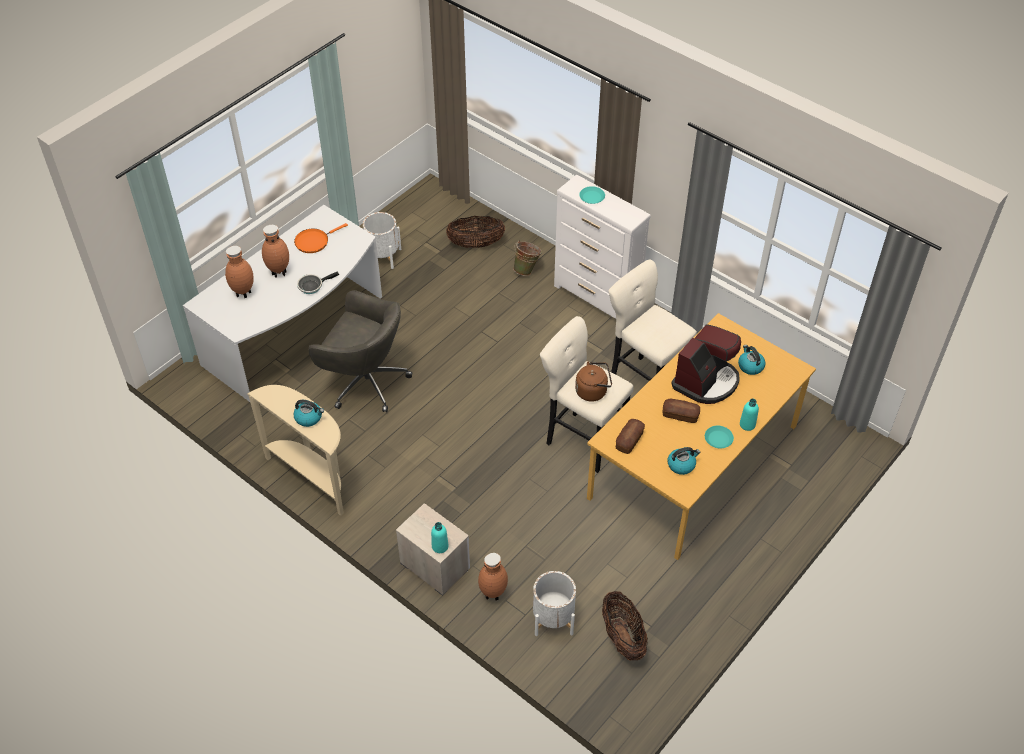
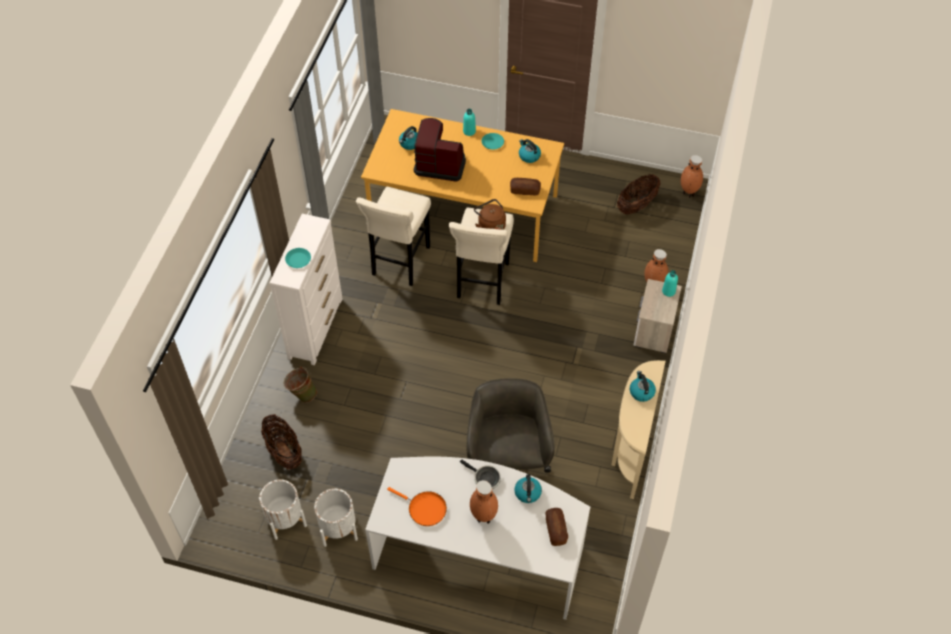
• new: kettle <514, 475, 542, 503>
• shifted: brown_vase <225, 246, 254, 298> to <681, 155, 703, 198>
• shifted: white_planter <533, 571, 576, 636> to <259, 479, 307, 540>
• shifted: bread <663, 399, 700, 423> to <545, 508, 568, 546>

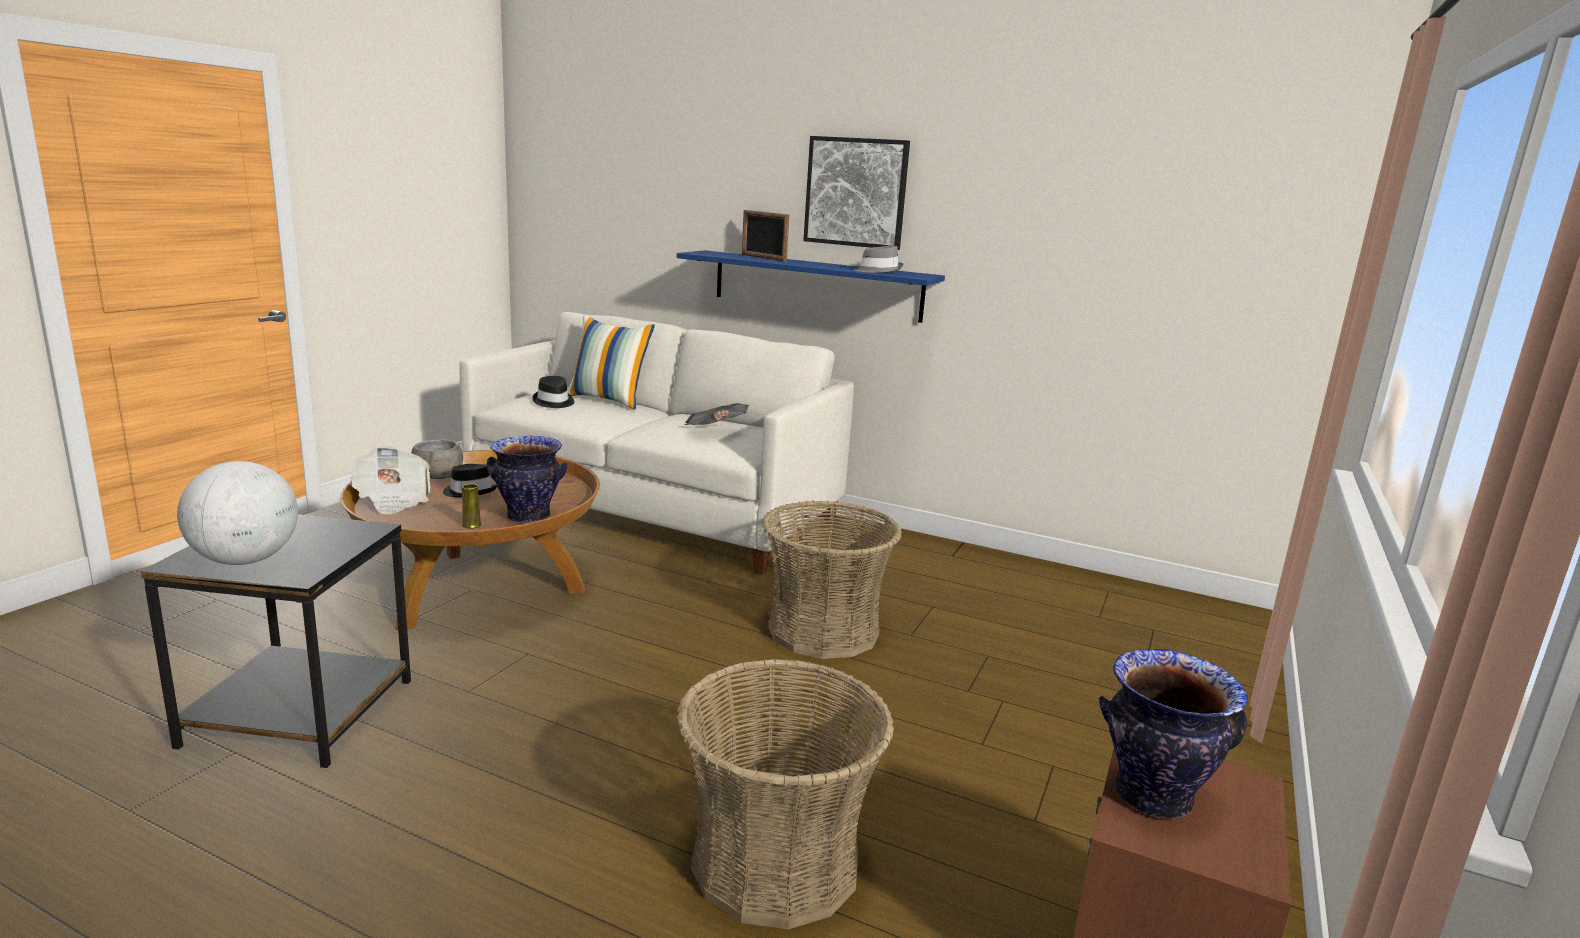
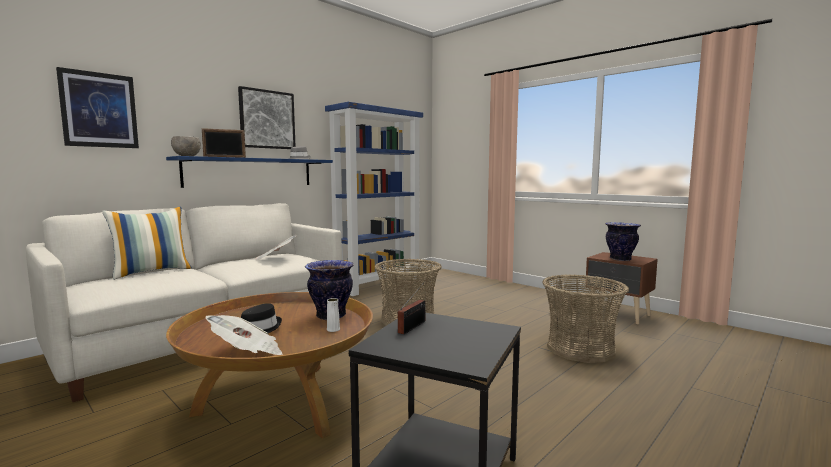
• gone: globe <177, 461, 298, 565>
• gone: black_hat <532, 376, 574, 408>
• new: picture <56, 67, 139, 148>
• new: blue_bookcase <325, 102, 423, 296>
• new: radio <398, 283, 425, 334>
• shifted: grey_bowl <411, 439, 463, 479> to <171, 136, 201, 156>
• repainted: yellow_vase <462, 484, 481, 529> to white_vase <327, 298, 340, 332>

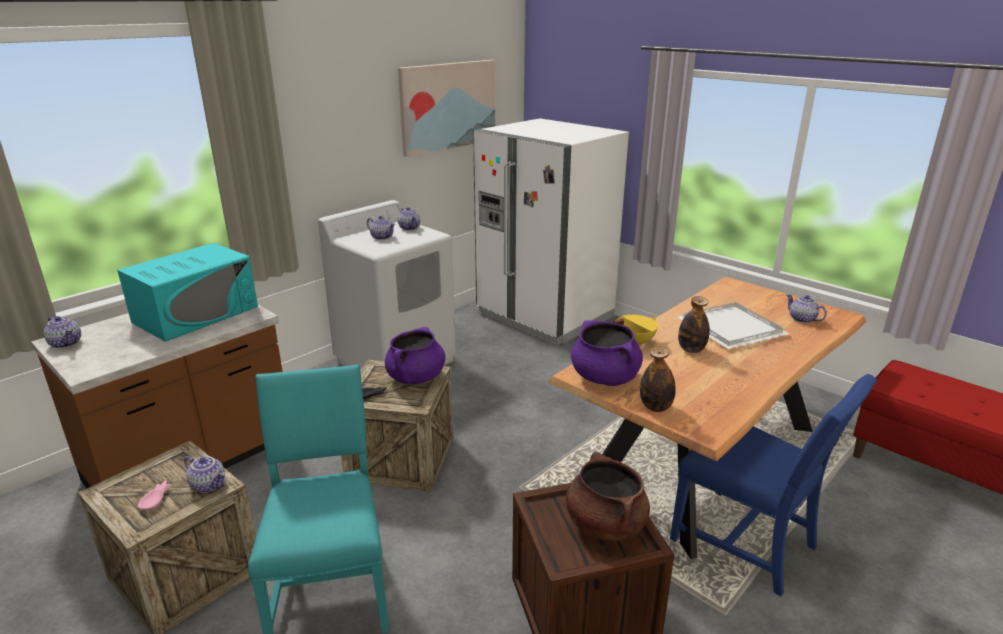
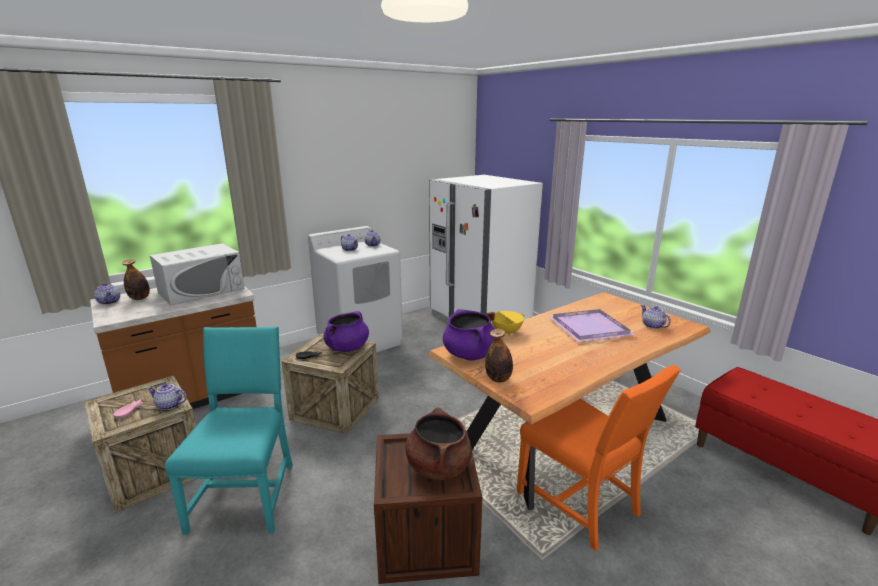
• gone: picture <398, 60, 495, 157>
• shifted: bottle <678, 296, 710, 353> to <122, 259, 150, 300>
• repainted: turquoise_microwave <117, 243, 258, 342> to white_microwave <150, 243, 245, 305>
• repainted: blue_chair <670, 374, 877, 596> to orange_chair <517, 365, 681, 551>
• repainted: white_tray <678, 302, 789, 349> to purple_tray <549, 309, 635, 342>
• rotated: teapot <184, 456, 225, 493> = <147, 383, 187, 410> 150 degrees clockwise

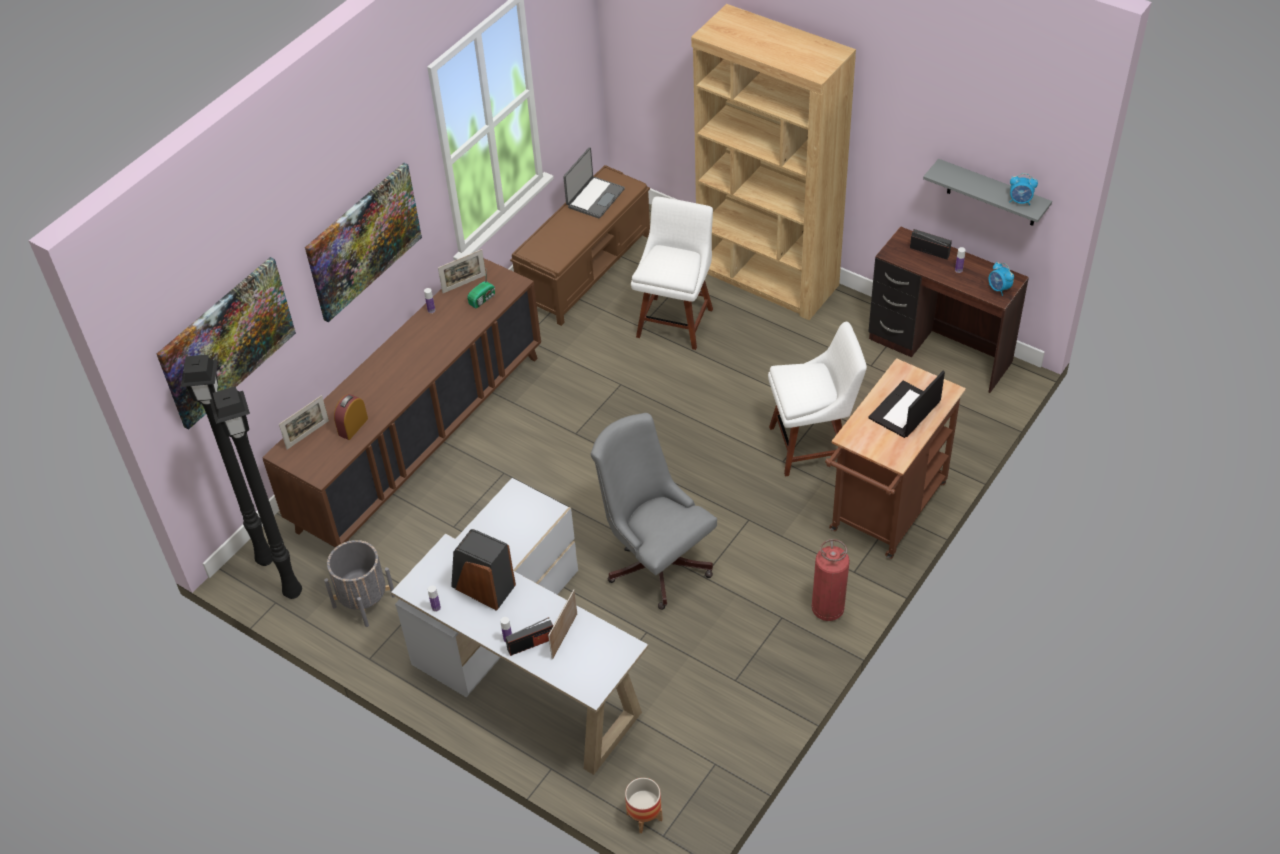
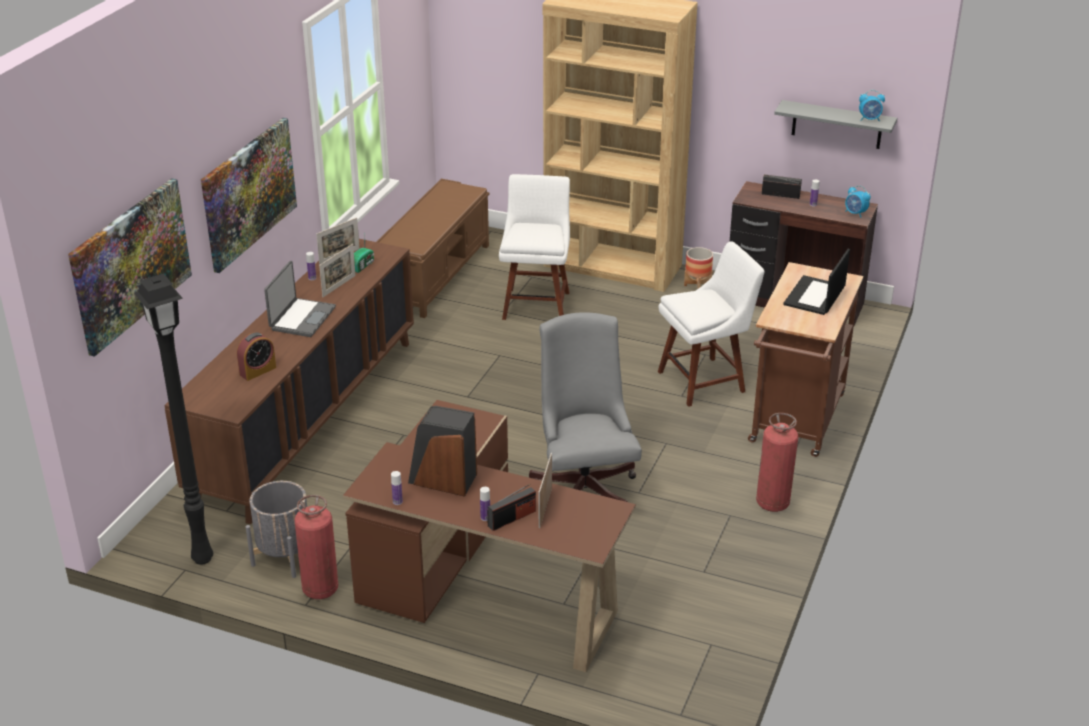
• gone: black_floor_lamp <181, 354, 273, 566>
• new: fire_extinguisher <294, 495, 338, 599>
• shifted: picture_frame <279, 395, 329, 449> to <319, 244, 356, 297>
• shifted: laptop <563, 147, 625, 219> to <264, 261, 336, 337>
• shifted: planter <625, 778, 663, 833> to <684, 247, 713, 289>
• repainted: white_desk <391, 478, 648, 775> to brown_desk <343, 400, 636, 672>
• rotated: alarm_clock <334, 394, 368, 440> = <237, 332, 276, 381> 150 degrees counterclockwise
• rotated: grey_office_chair <591, 413, 717, 610> = <529, 313, 642, 502> 45 degrees clockwise

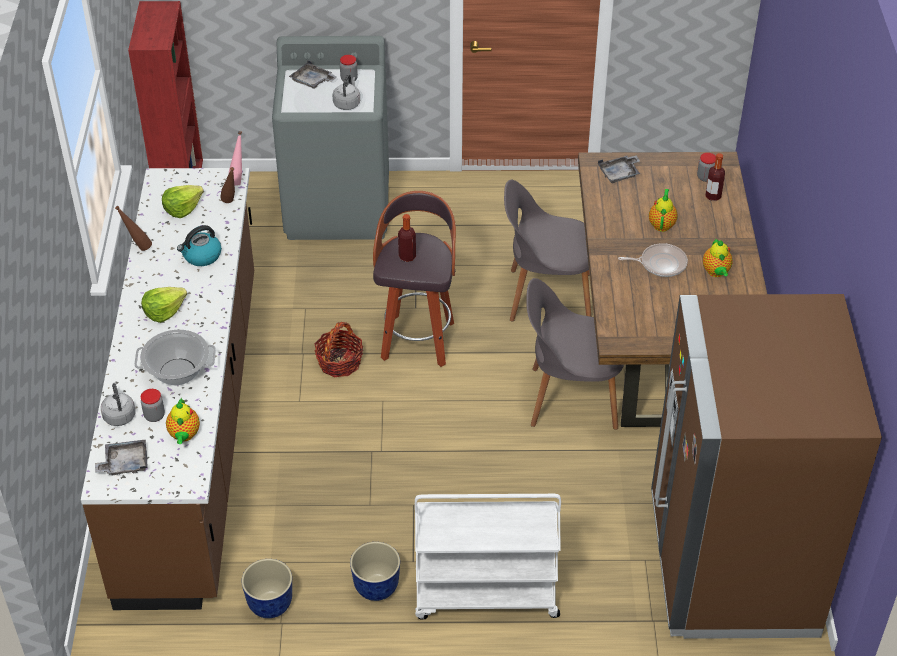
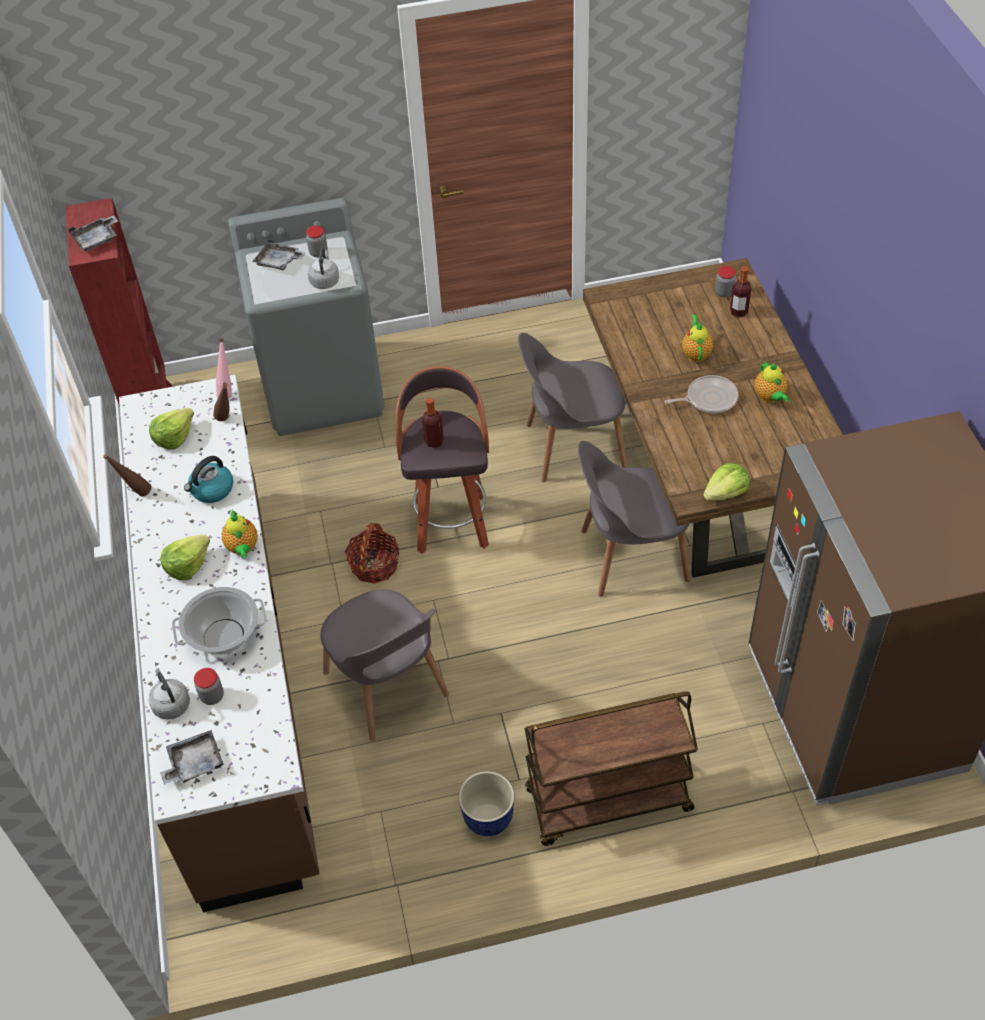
• gone: planter <241, 559, 292, 618>
• new: grey_chair <321, 589, 449, 741>
• new: lettuce <703, 463, 750, 500>
• shifted: teapot <166, 398, 200, 444> to <222, 510, 258, 558>
• shifted: grey_tray <598, 155, 641, 183> to <68, 216, 118, 252>
• repainted: white_cart <415, 494, 561, 620> to brown_cart <524, 691, 698, 846>

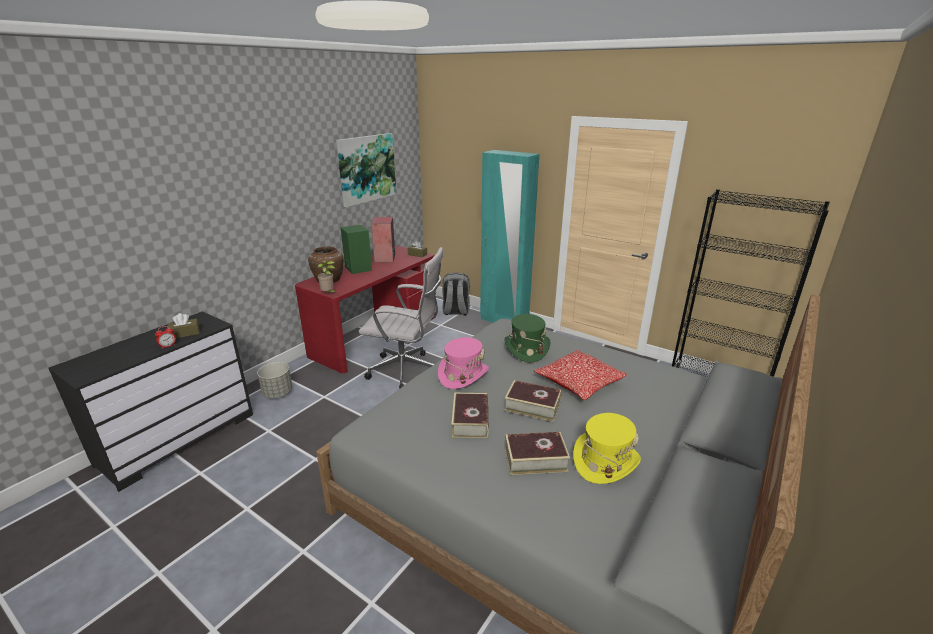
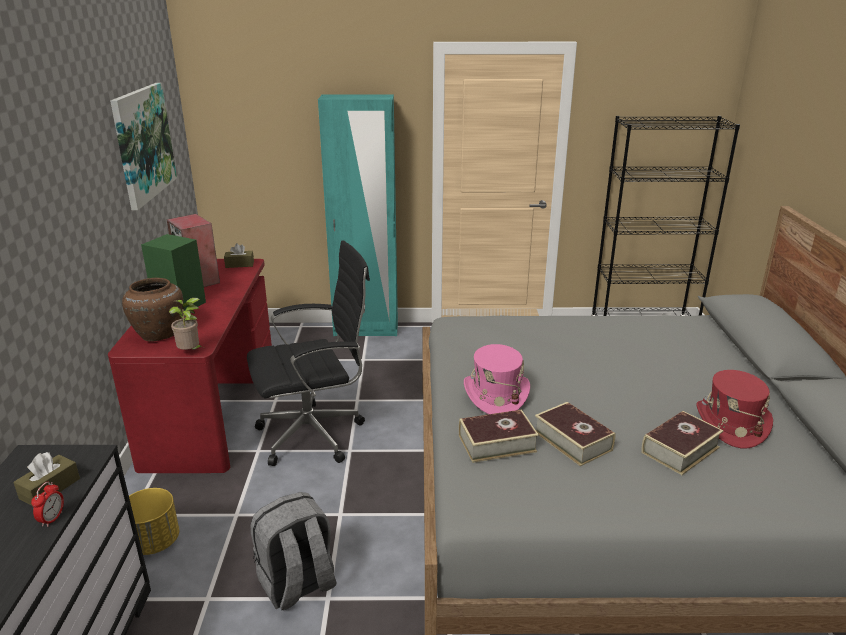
• gone: green_hat <504, 314, 551, 362>
• gone: pillow <534, 350, 627, 400>
• shifted: grey_backpack <442, 272, 470, 316> to <250, 492, 337, 610>
• shifted: book <504, 380, 562, 422> to <459, 410, 539, 463>
• repainted: grey_planter <257, 362, 293, 398> to yellow_planter <129, 488, 179, 555>
• repainted: white_office_chair <359, 247, 444, 388> to black_office_chair <247, 240, 370, 466>
• repainted: yellow_hat <573, 413, 641, 484> to red_hat <696, 370, 773, 449>

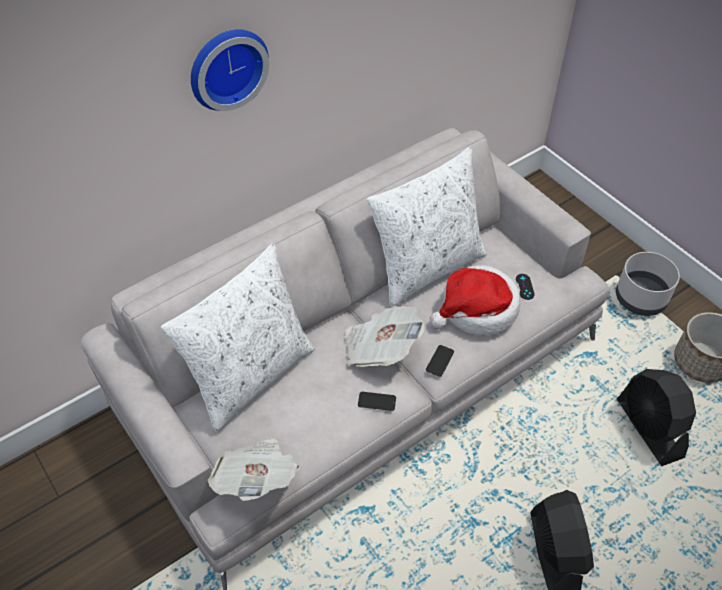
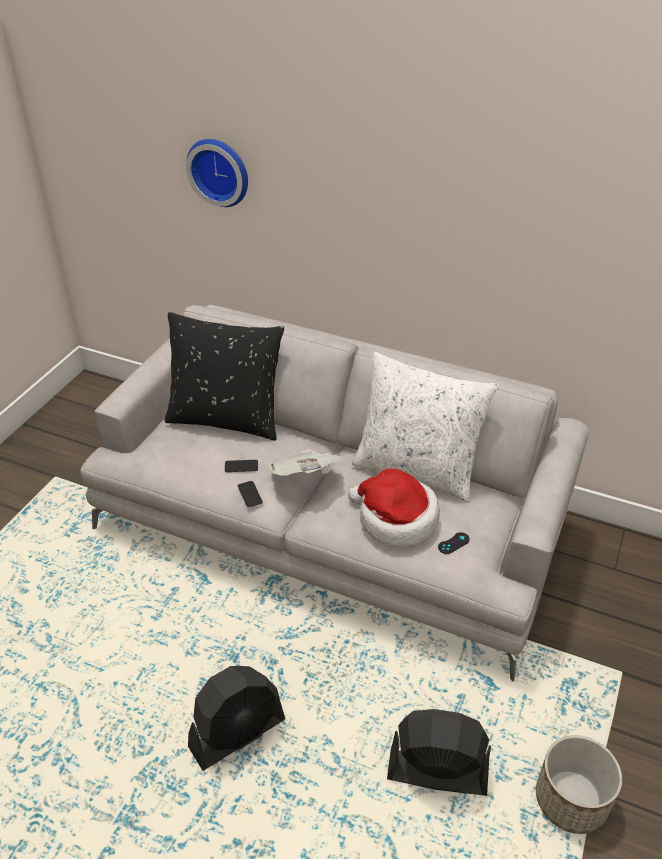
• gone: newspaper <208, 438, 299, 501>
• gone: grey_planter <616, 252, 680, 316>
• shifted: wall_clock <191, 29, 269, 111> to <186, 139, 248, 207>
• shifted: phone <426, 345, 454, 377> to <225, 460, 258, 472>
• repainted: white_pillow <161, 244, 315, 432> to black_pillow <165, 312, 284, 441>
• rotated: black_fan <617, 369, 696, 466> = <387, 709, 491, 796> 60 degrees clockwise

